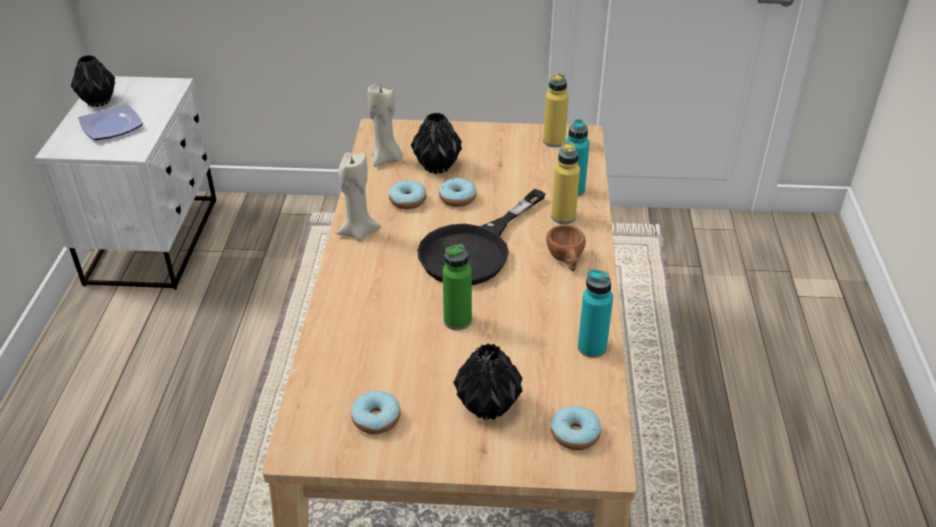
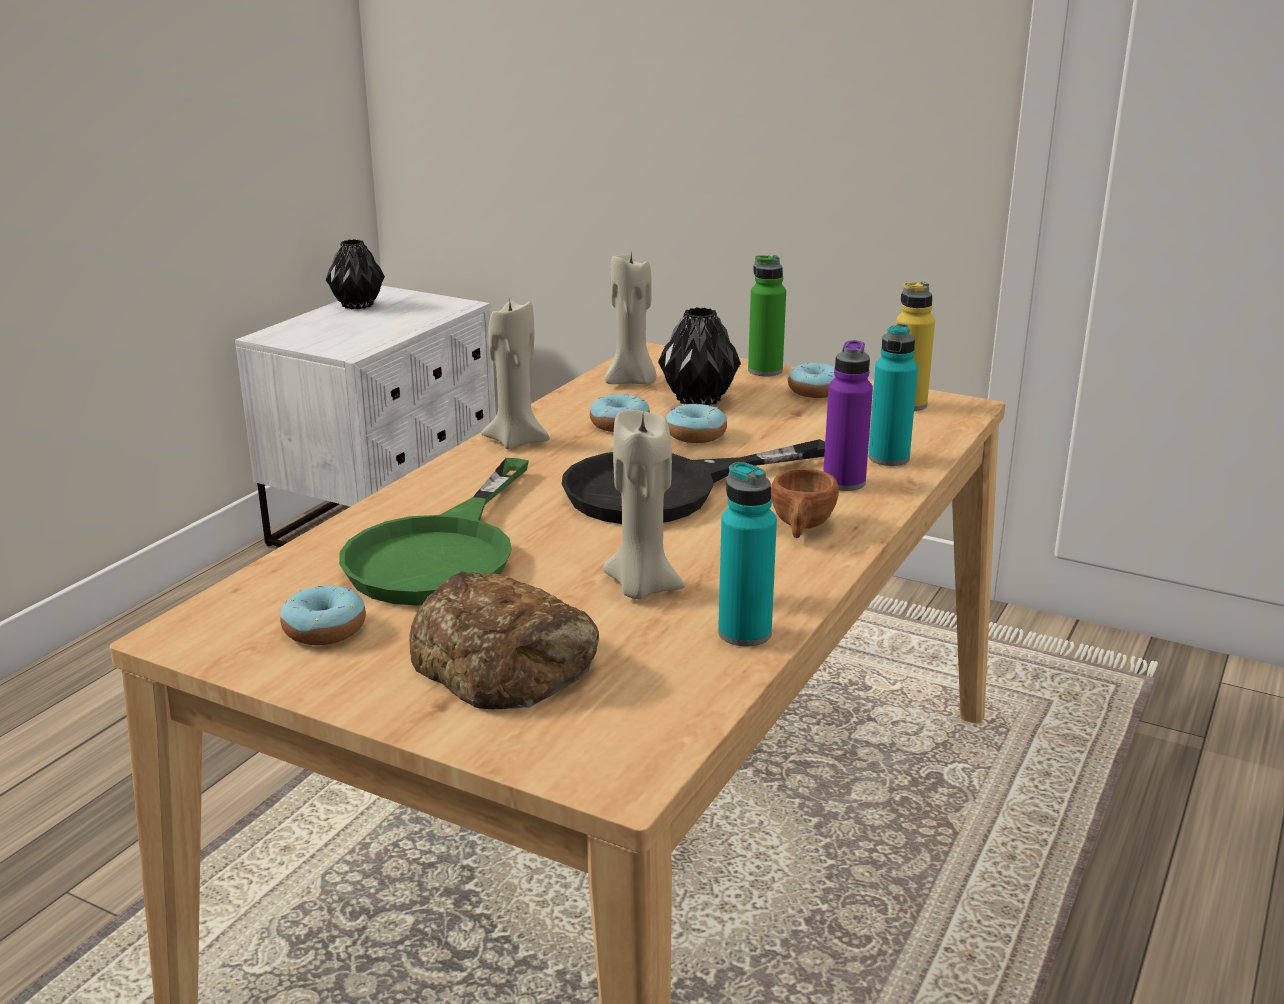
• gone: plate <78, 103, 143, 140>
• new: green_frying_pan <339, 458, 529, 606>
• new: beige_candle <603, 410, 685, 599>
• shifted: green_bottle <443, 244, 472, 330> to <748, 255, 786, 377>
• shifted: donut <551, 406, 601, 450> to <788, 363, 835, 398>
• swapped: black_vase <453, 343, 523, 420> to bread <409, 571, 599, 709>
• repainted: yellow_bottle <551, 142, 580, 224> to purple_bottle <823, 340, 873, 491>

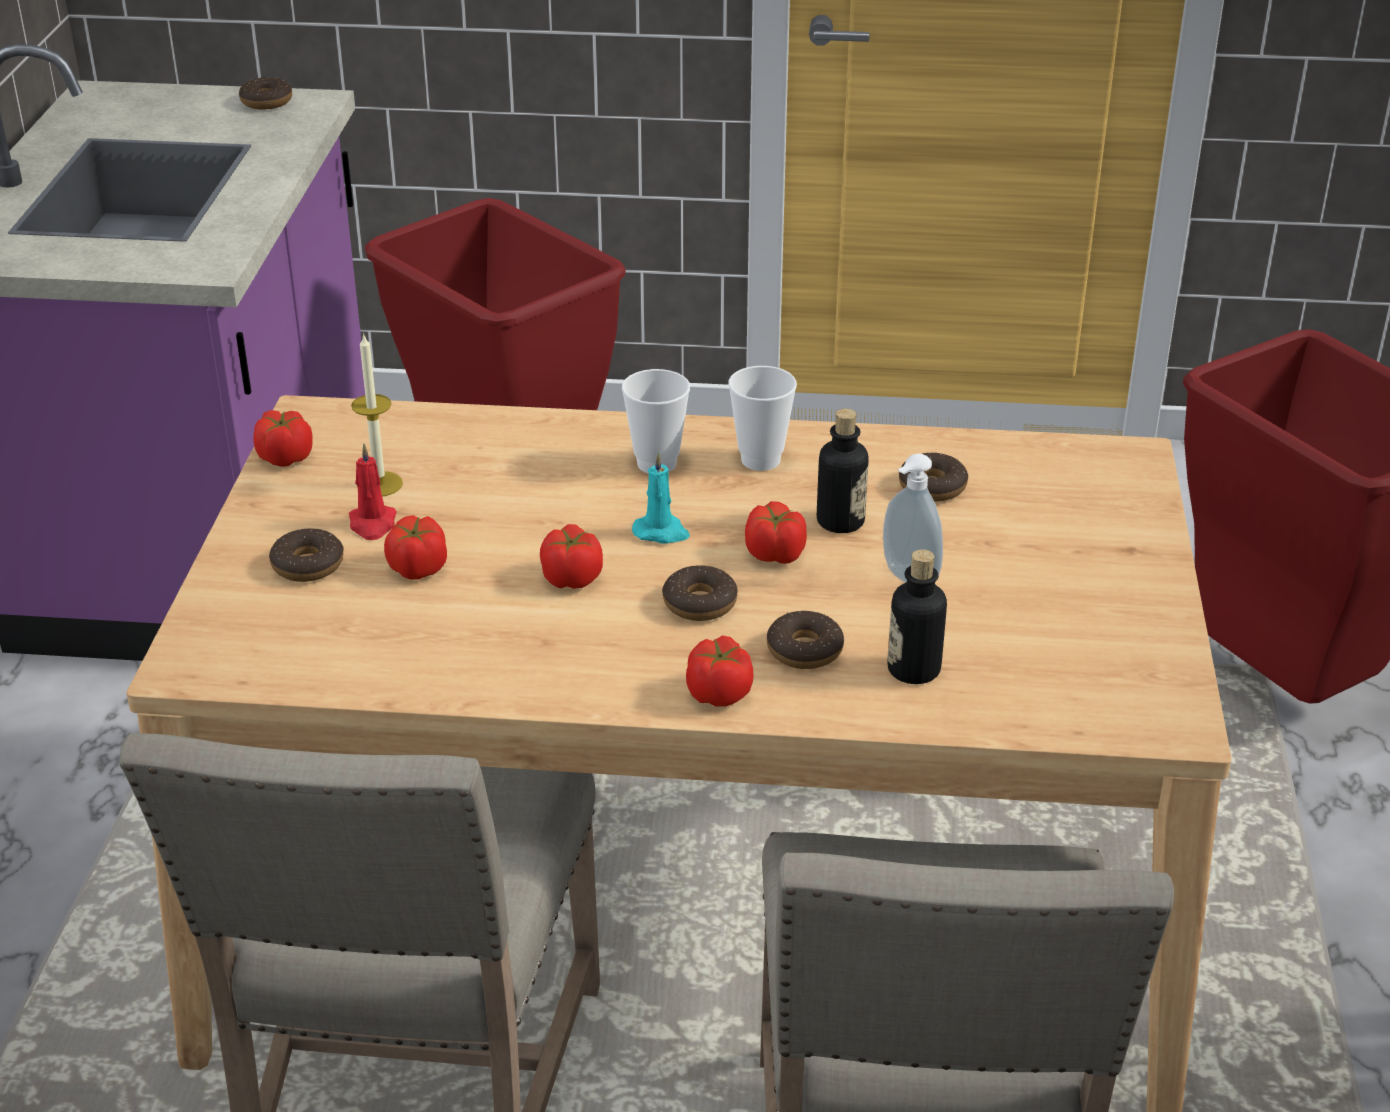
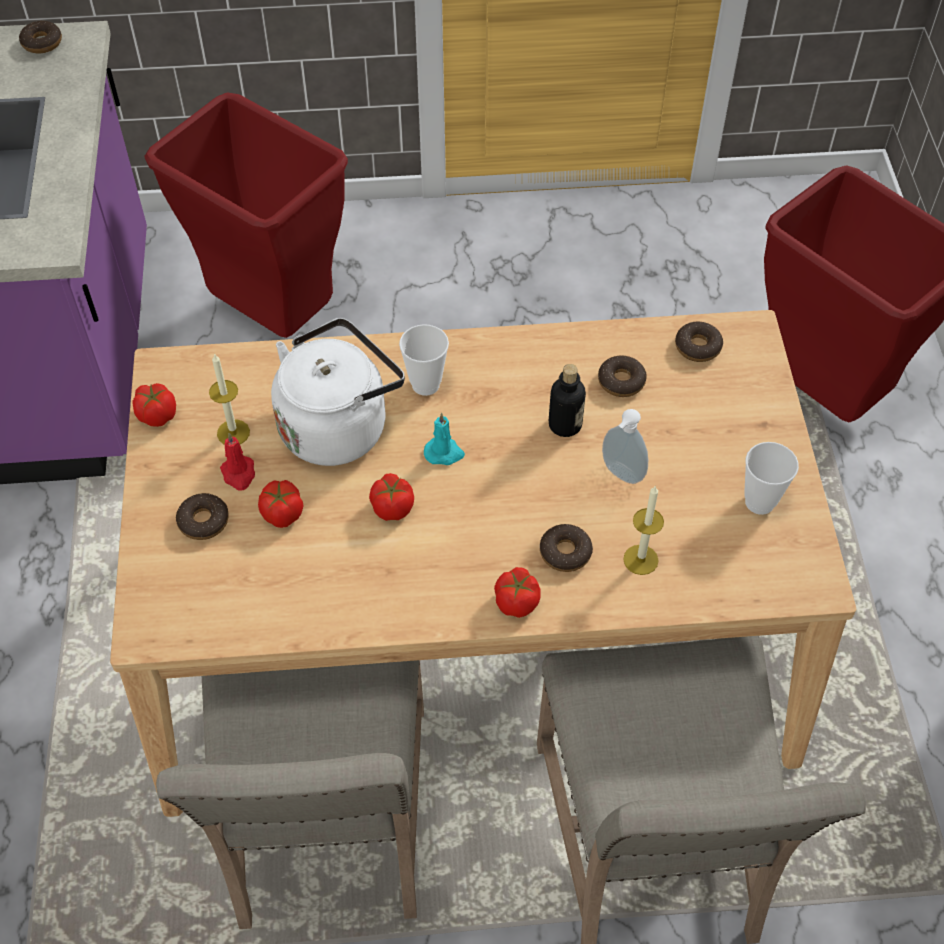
• gone: tomato <745, 501, 807, 564>
• new: white_kettle <271, 318, 405, 466>
• shifted: donut <662, 565, 738, 621> to <675, 322, 723, 362>
• shifted: cup <728, 366, 797, 471> to <744, 442, 799, 515>
• swapped: bottle <887, 549, 947, 684> to candle <623, 486, 664, 575>

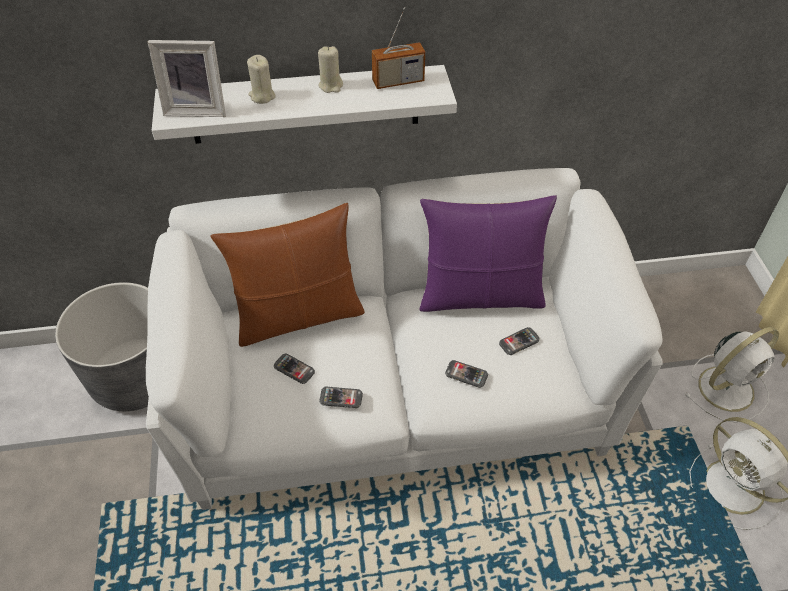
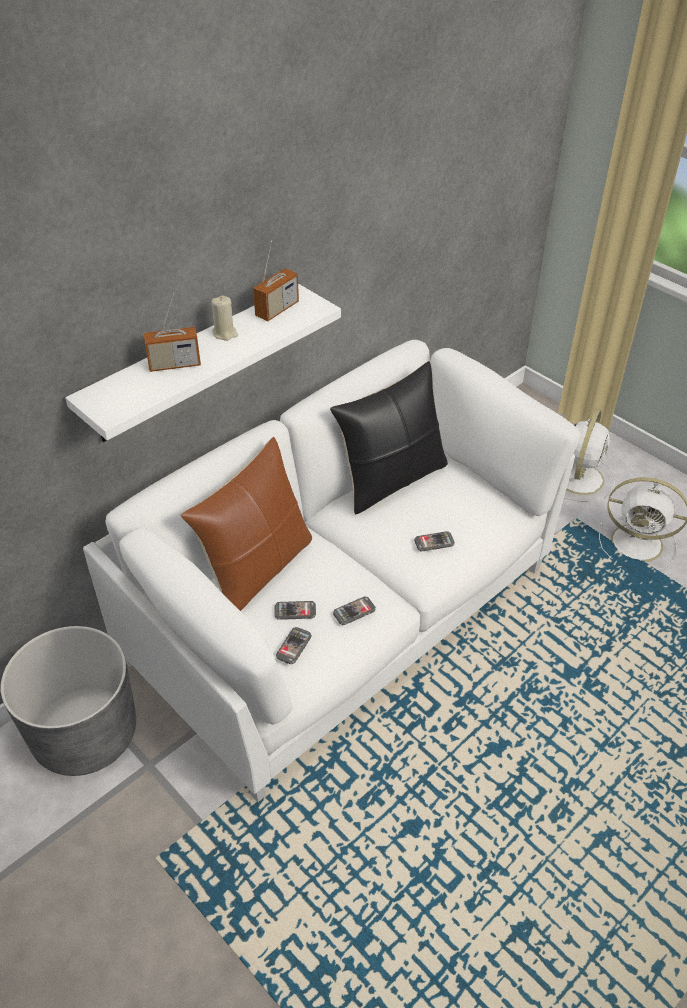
• gone: picture_frame <148, 40, 226, 117>
• shifted: phone <499, 327, 539, 355> to <276, 627, 312, 664>
• swapped: beige_candle <247, 55, 276, 104> to radio <144, 293, 201, 372>
• repainted: purple_pillow <419, 195, 557, 312> to black_pillow <330, 361, 448, 514>

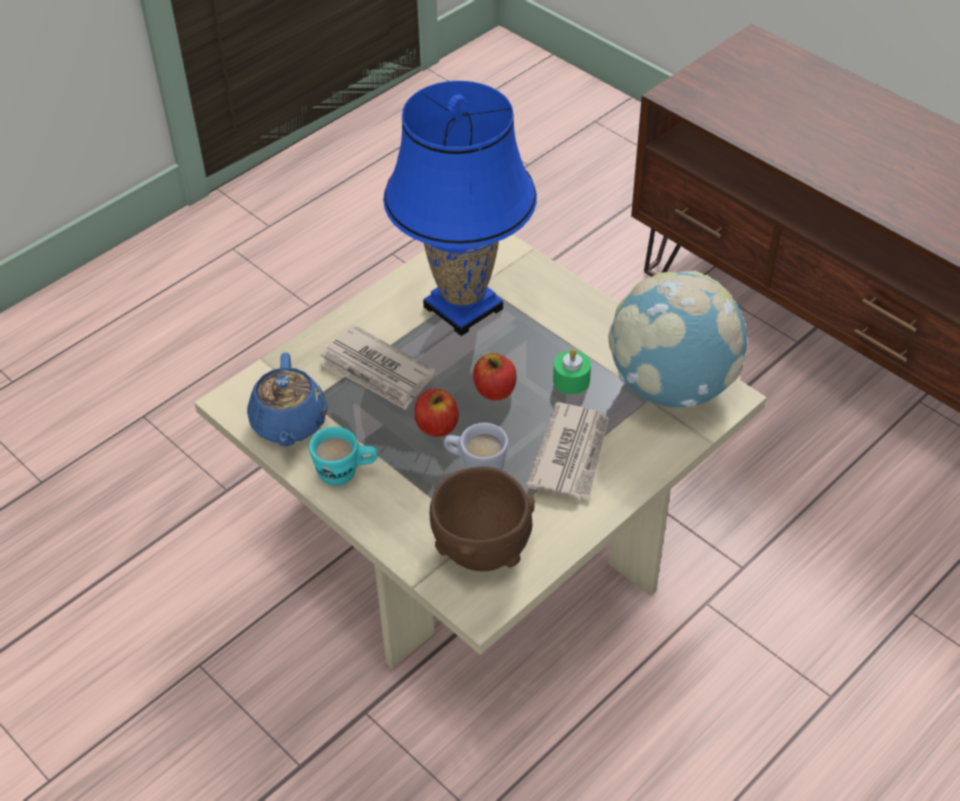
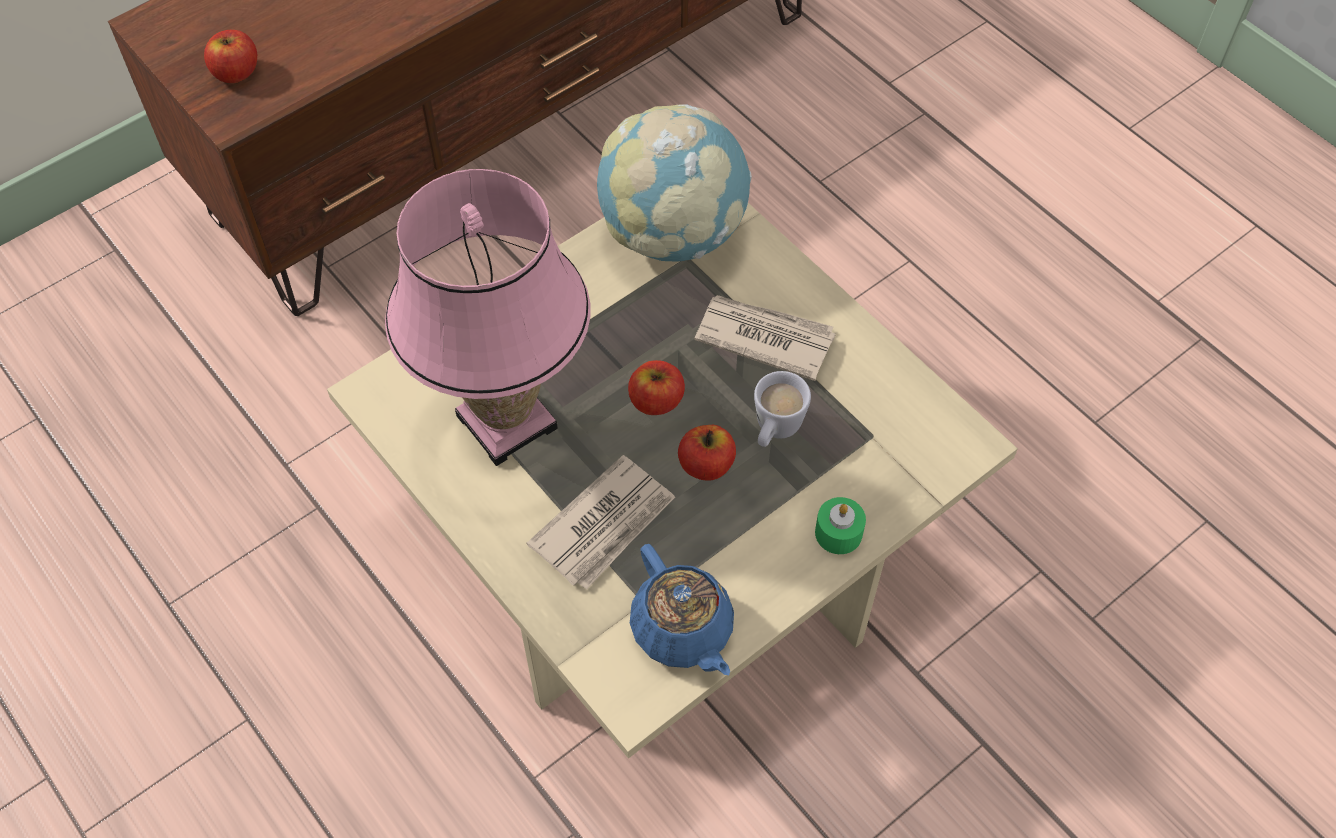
• gone: turquoise_mug <309, 427, 378, 486>
• gone: brown_bowl <430, 466, 535, 571>
• new: apple <204, 30, 257, 83>
• shifted: green_candle <553, 349, 591, 394> to <815, 497, 866, 554>
• repainted: blue_table_lamp <383, 81, 537, 336> to pink_table_lamp <385, 169, 590, 466>
• rotated: blue_teapot <247, 352, 328, 447> = <630, 544, 734, 675> 60 degrees clockwise

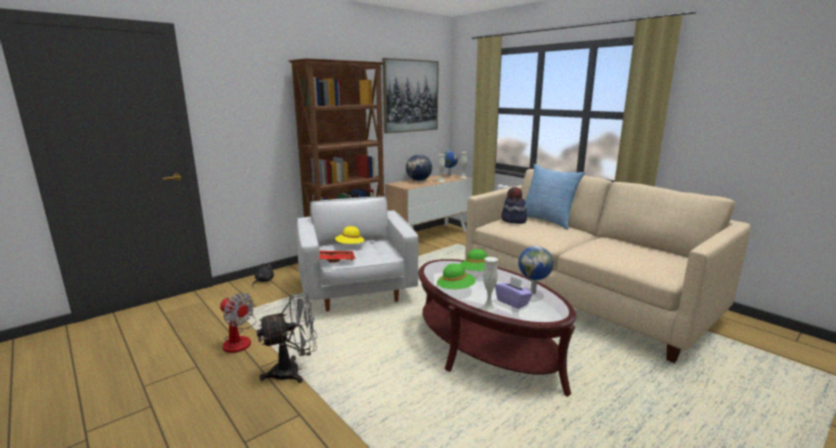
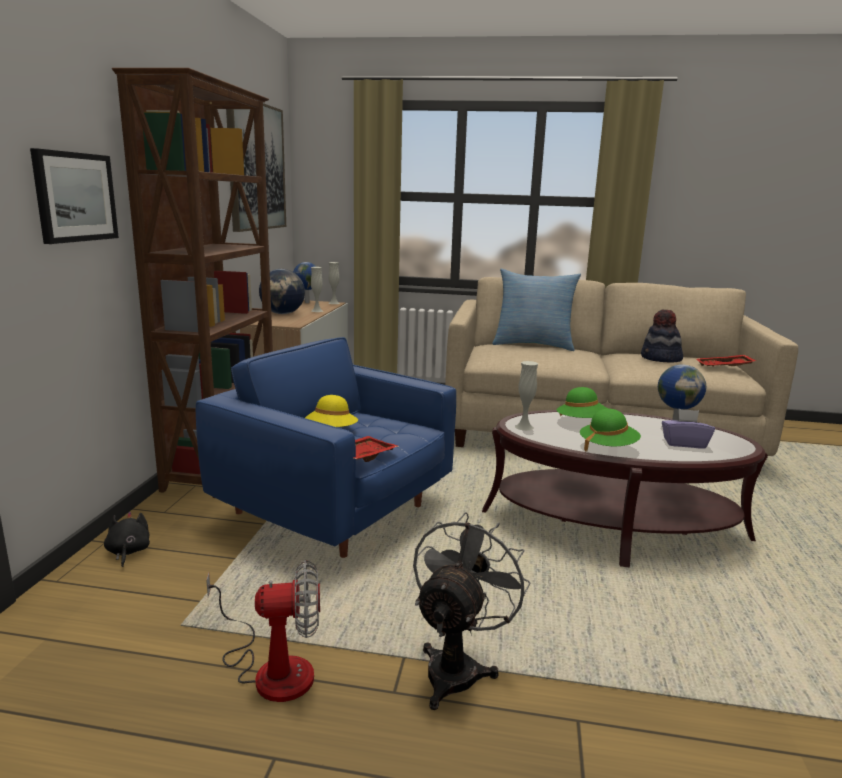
• new: picture <30, 148, 119, 244>
• new: red_tray <696, 355, 756, 367>
• shifted: white_vase <481, 257, 498, 312> to <515, 361, 538, 431>
• shifted: hat <501, 187, 527, 224> to <641, 310, 683, 363>
• repainted: white_armchair <297, 197, 418, 312> to blue_armchair <196, 337, 456, 558>

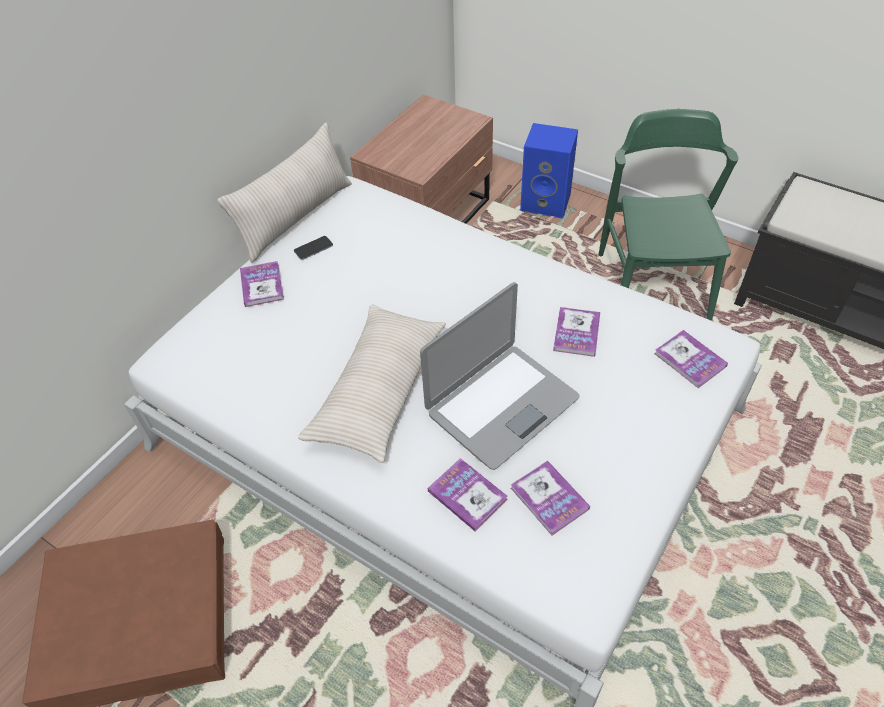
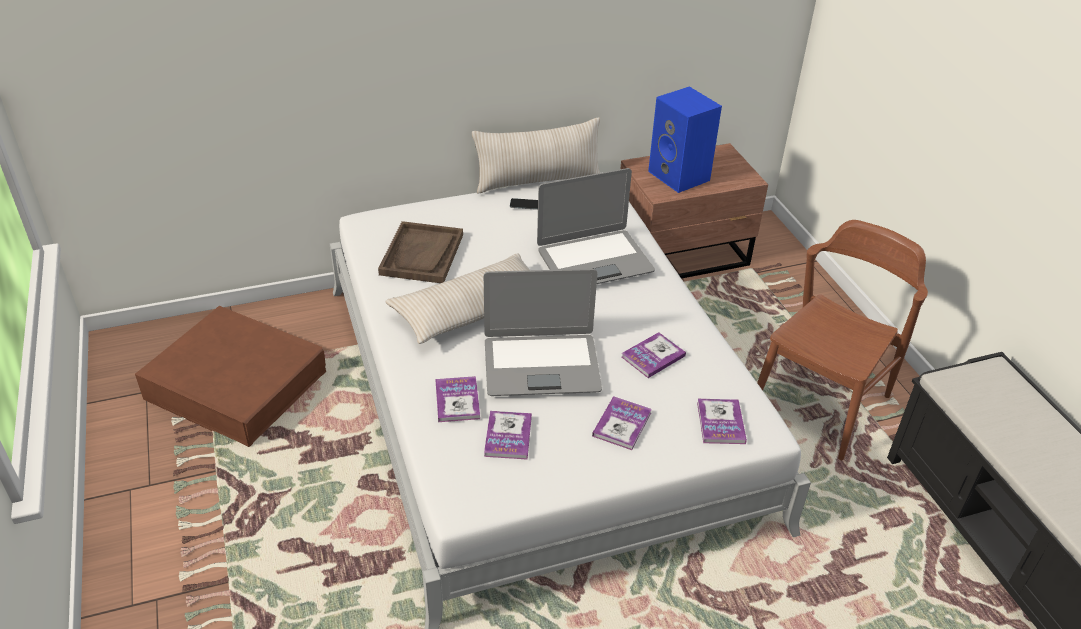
• new: brown_tray <378, 221, 463, 283>
• new: laptop <537, 168, 655, 284>
• shifted: book <240, 261, 284, 307> to <592, 396, 652, 450>
• shifted: blue_speaker <520, 123, 578, 218> to <648, 86, 722, 193>
• repainted: green_chair <599, 109, 739, 321> to brown_chair <757, 220, 928, 460>

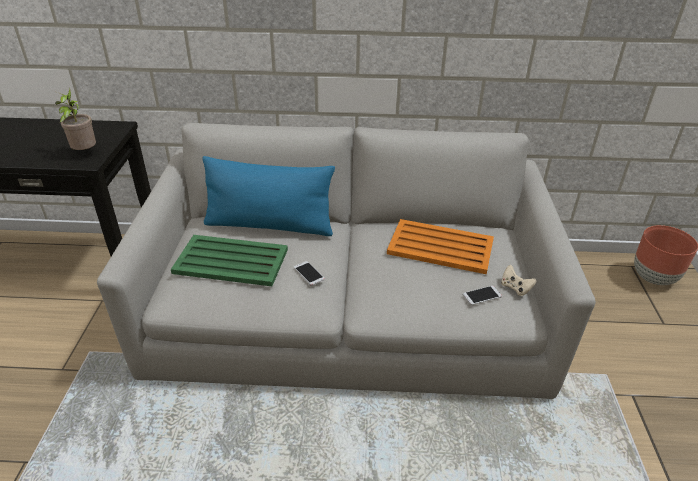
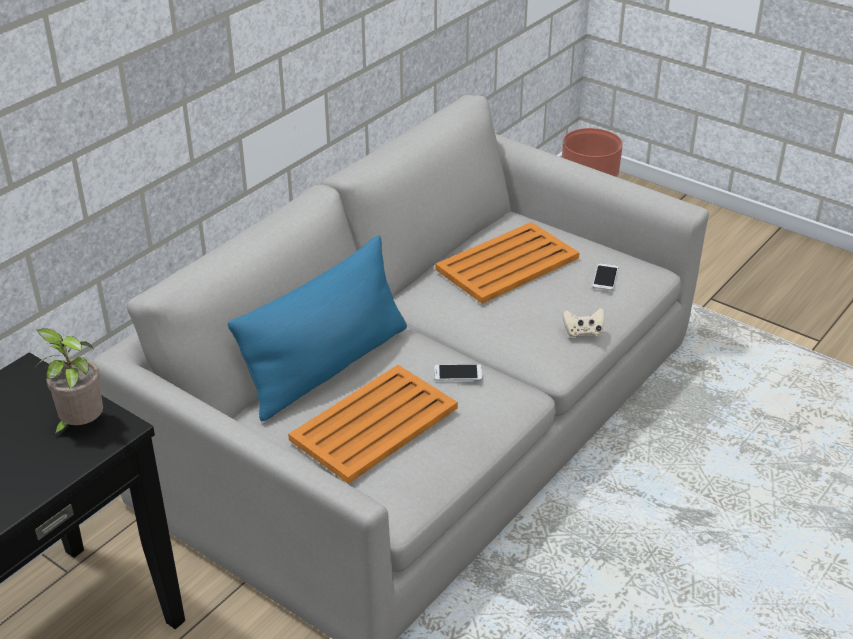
• shifted: beige_game_controller <501, 265, 537, 296> to <563, 307, 604, 338>
• repainted: green_tray <171, 235, 288, 286> to orange_tray <288, 365, 458, 484>

